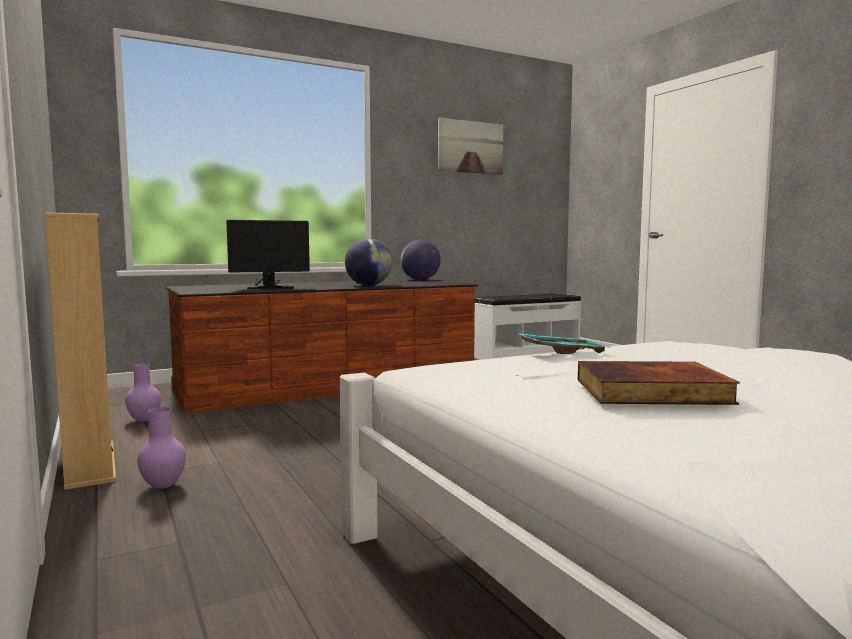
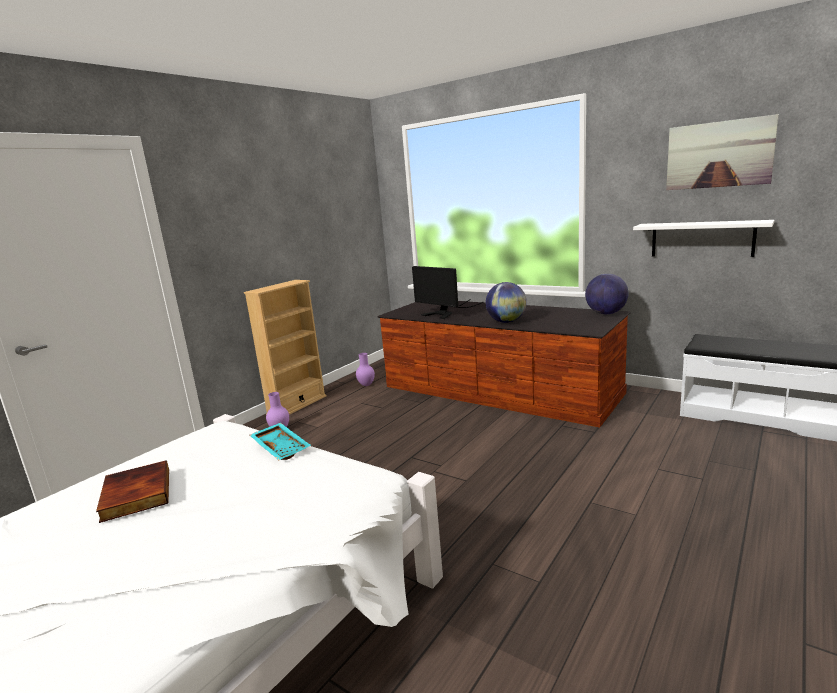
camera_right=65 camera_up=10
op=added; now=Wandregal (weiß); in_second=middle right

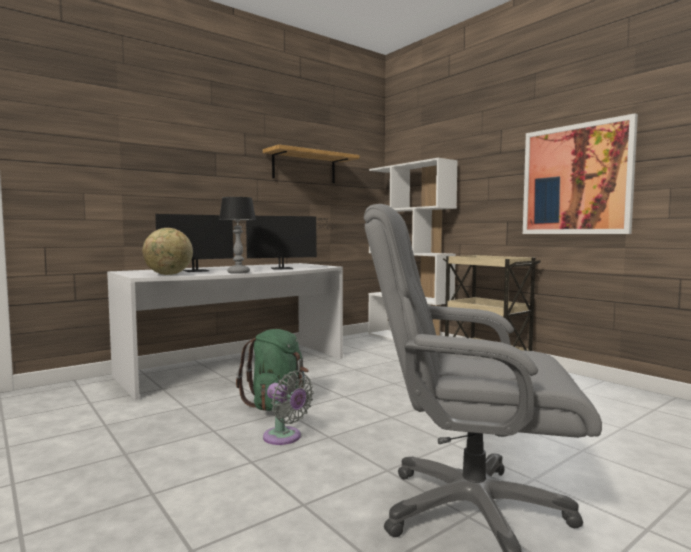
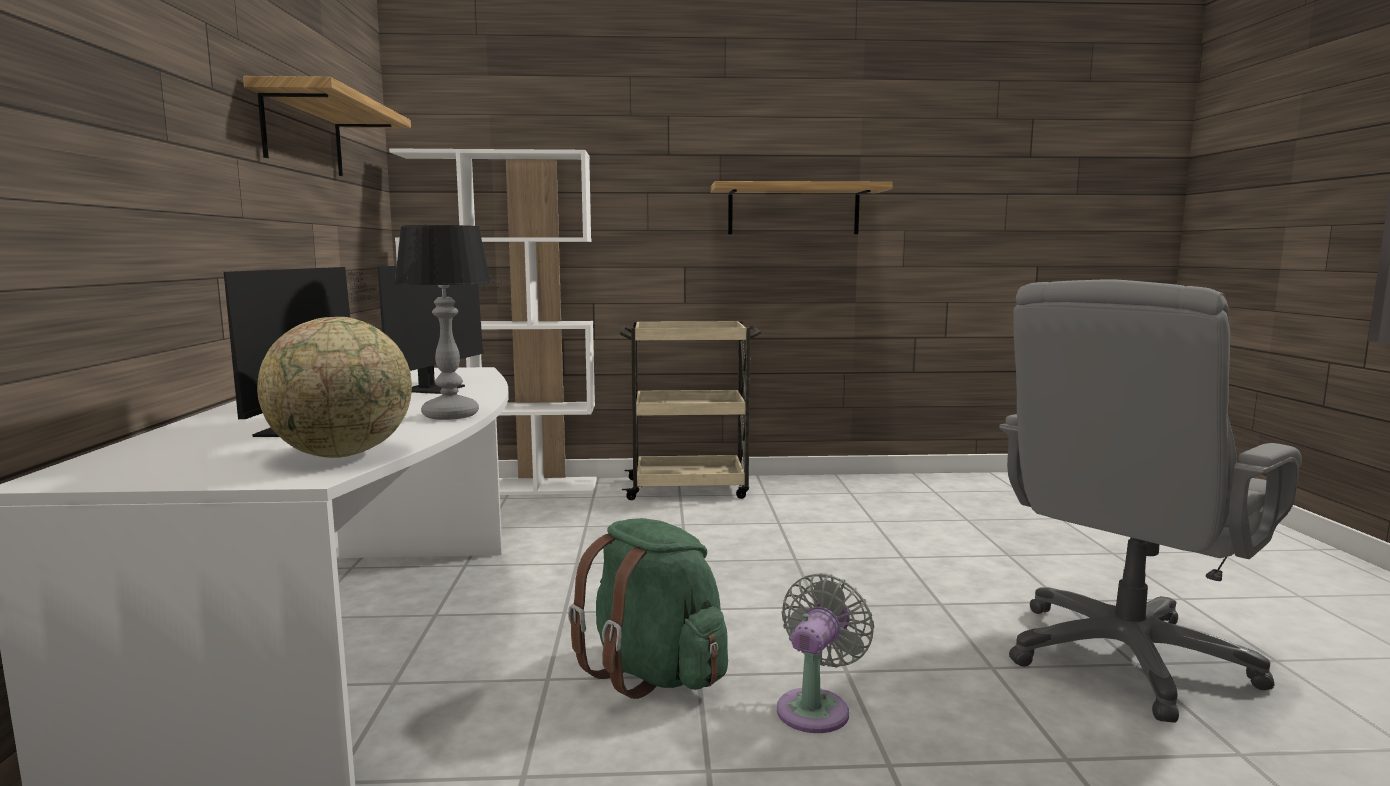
camera_right=-55 camera_up=5
op=replaced; was=Bild; now=Wandregal (2nd from left); in_first=top right; in_second=top centre
op=turned; was=Ventilator (grau); in_first=bottom centre; in_second=bottom centre; clockwise=-45

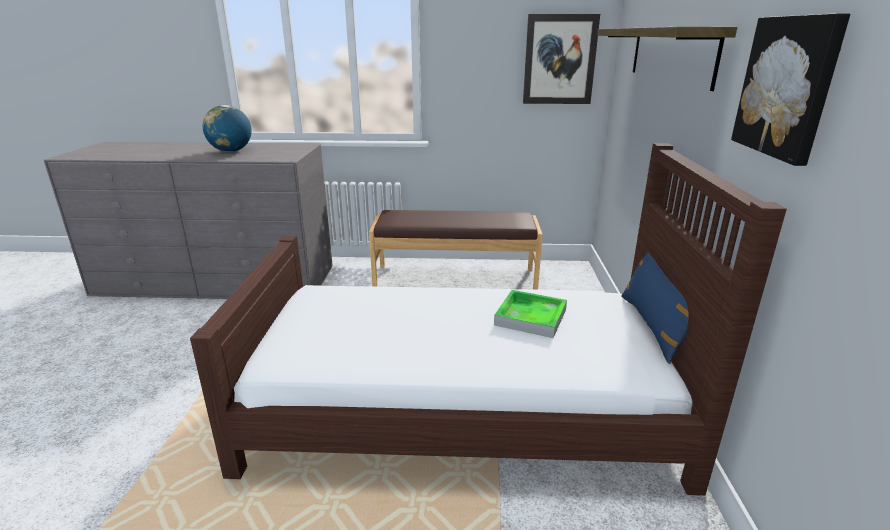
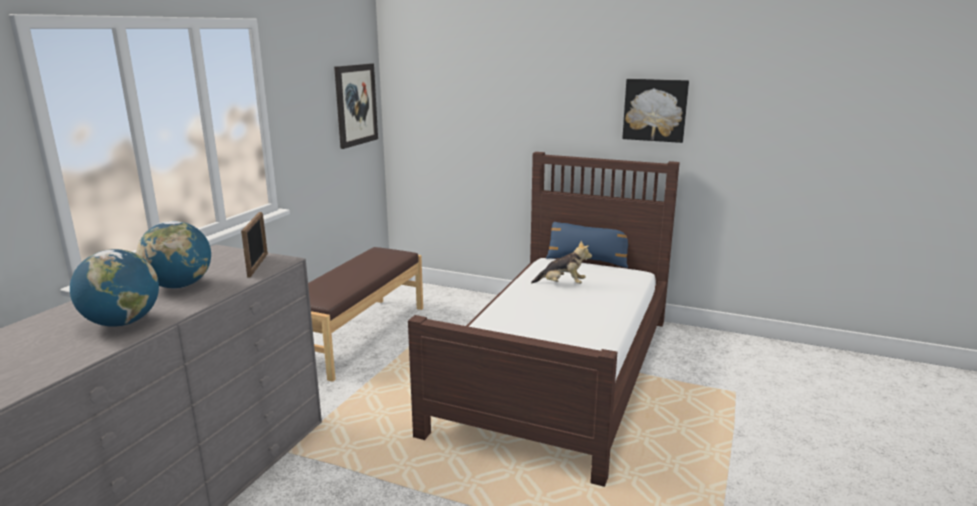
camera_right=-70 camera_up=-5
op=added; now=Globus (1st from left); in_second=middle left
op=added; now=Bilderrahmen; in_second=middle left
op=replaced; was=Tablett; now=Plüschtier; in_first=centre; in_second=centre
op=removed; was=Wandregal; in_first=top right

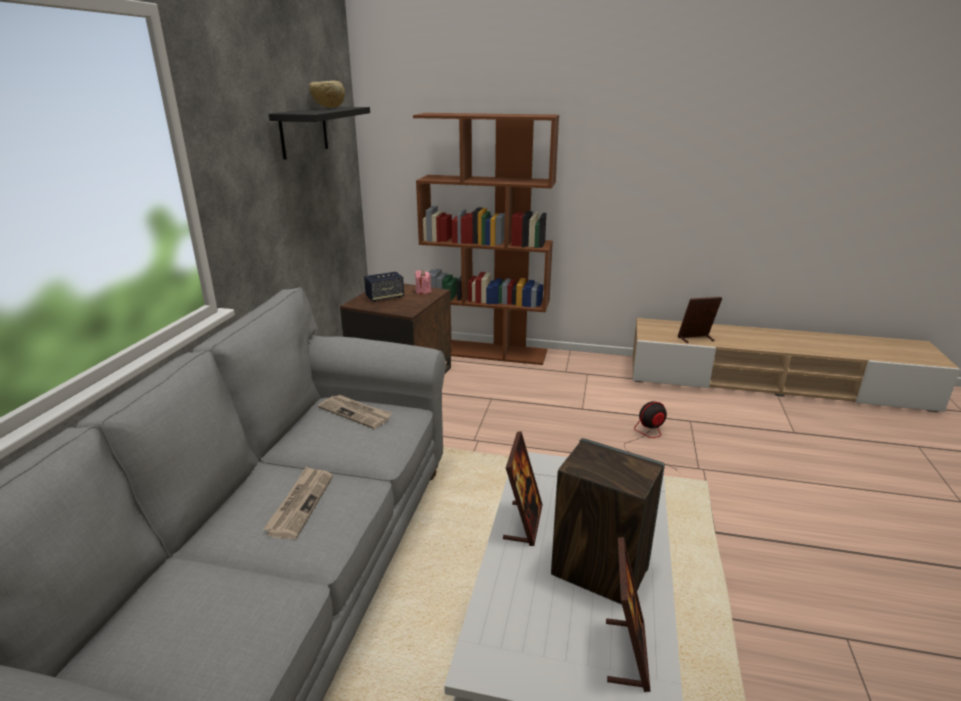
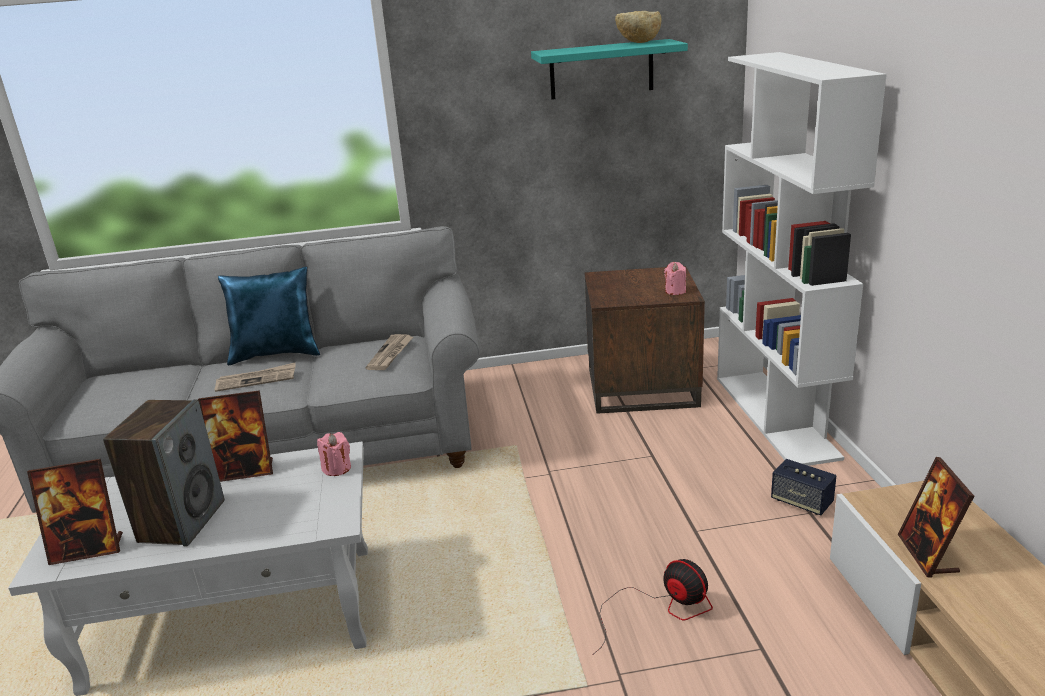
camera_right=70 camera_up=0
op=added; now=Kissen (blau); in_second=middle left
op=added; now=Kerze (rosa) (1st from left); in_second=middle left
op=recoloured; was=Wandregal (schwarz); now=Wandregal (türkis); in_first=top left; in_second=top centre
op=recoloured; was=Bücherregal (braun); now=Bücherregal (weiß); in_first=centre; in_second=middle right
op=moved; was=Lautsprecher (1st from left in the first image); now=Lautsprecher (2nd from left); in_first=centre; in_second=bottom right
op=turned; was=Bilderrahmen (3rd from left); in_first=middle right; in_second=bottom right; clockwise=-150

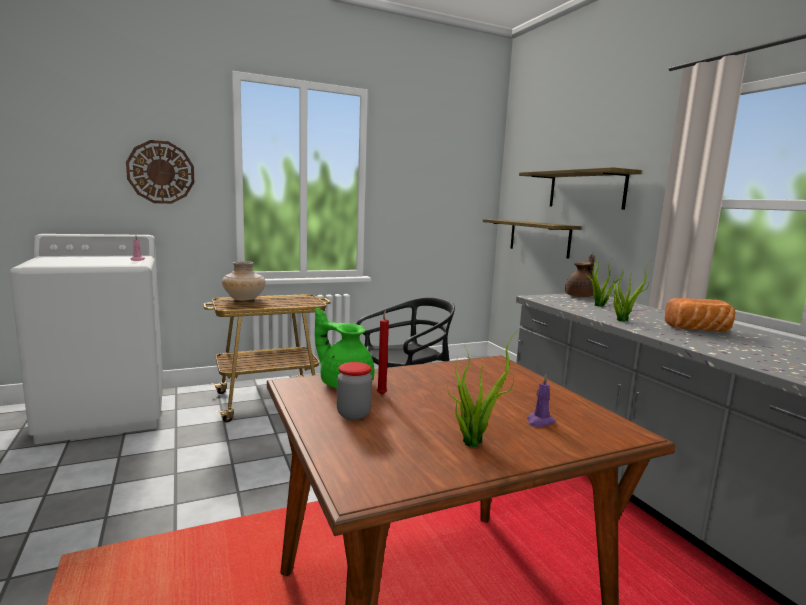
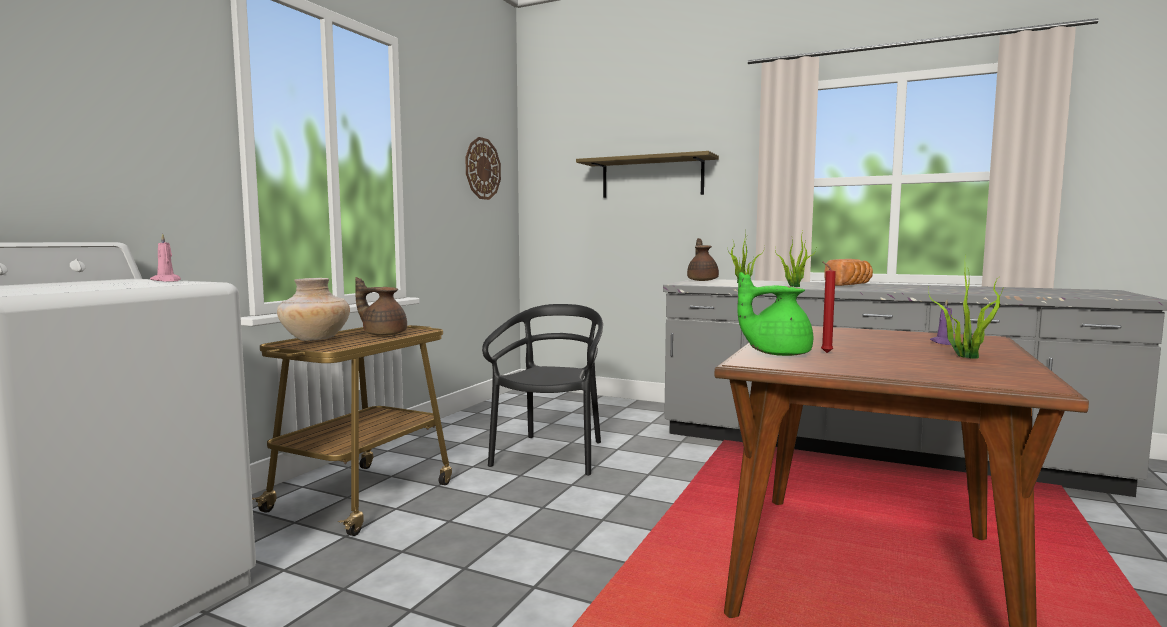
camera_right=-40 camera_up=-5
op=added; now=Teekanne (braun) (1st from left); in_second=middle left
op=moved; was=Wanduhr; in_first=top left; in_second=top centre
op=removed; was=Vorratsglas; in_first=centre
op=removed; was=Wandregal (1st from left); in_first=centre

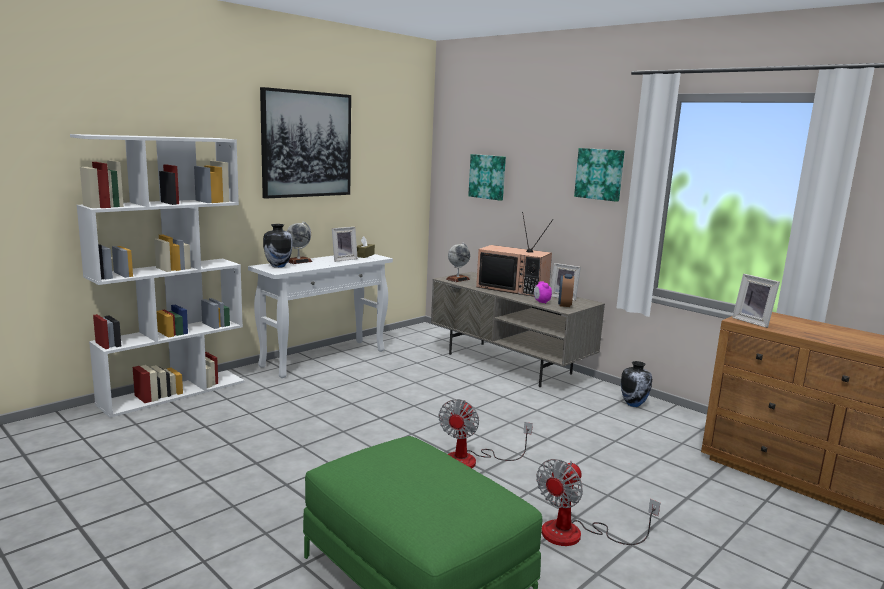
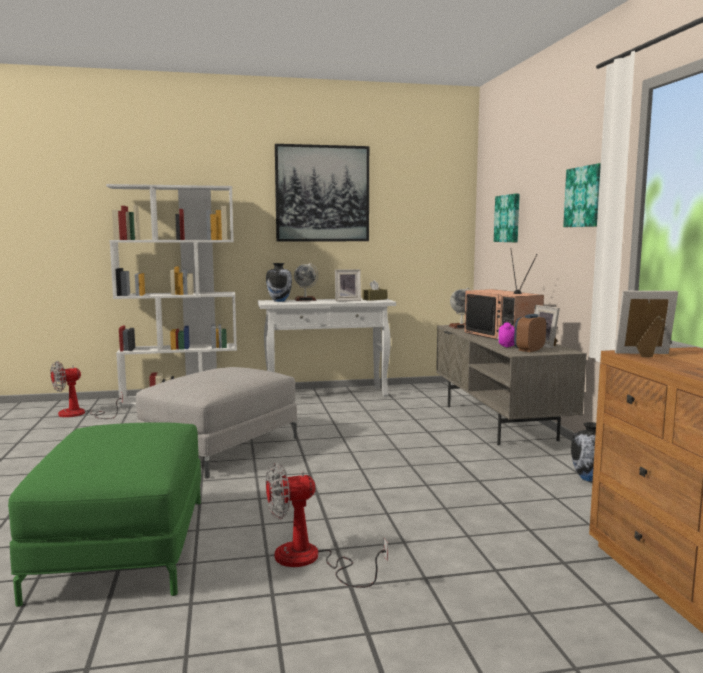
camera_right=35 camera_up=-5
op=moved; was=Ventilator (1st from left); in_first=bottom centre; in_second=middle left
op=added; now=Polsterhocker (grau); in_second=middle left
op=turned; was=Bilderrahmen (3rd from left); in_first=middle right; in_second=middle right; clockwise=90

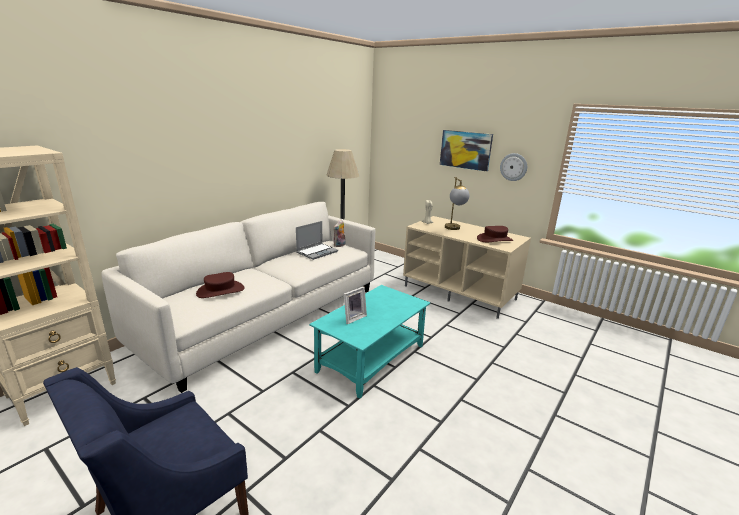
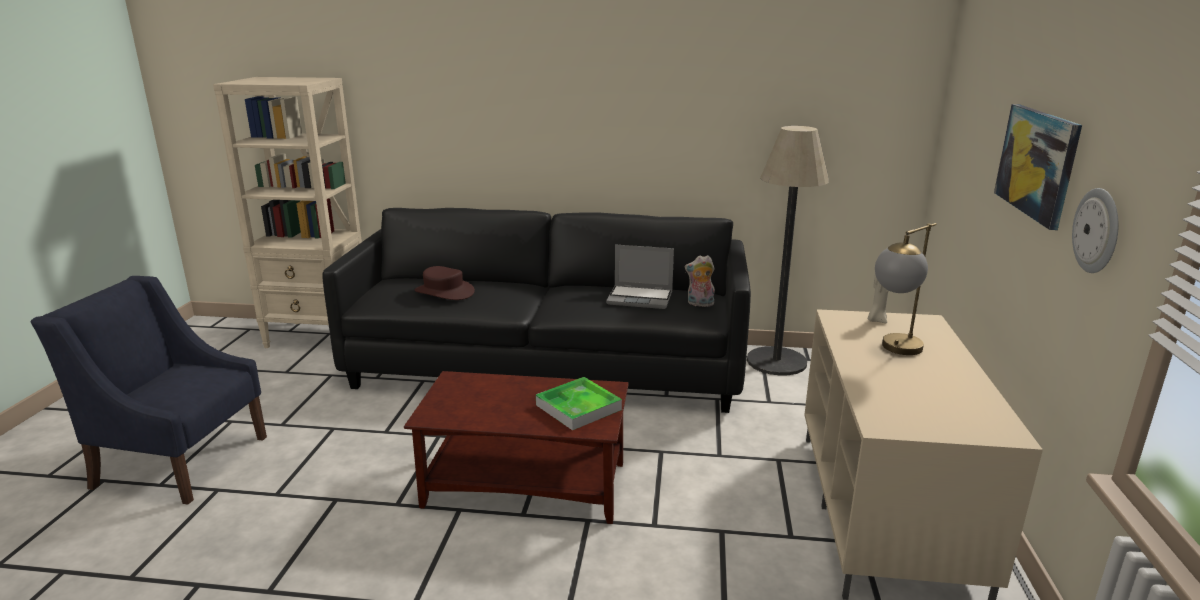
camera_right=60 camera_up=0
op=recoloured; was=Sofa (weiß); now=Sofa (schwarz); in_first=middle left; in_second=centre
op=recoloured; was=Couchtisch (türkis); now=Couchtisch (braun); in_first=centre; in_second=bottom centre
op=added; now=Tablett; in_second=bottom centre
op=removed; was=Bilderrahmen; in_first=centre
op=removed; was=Hut (braun) (2nd from left); in_first=middle right

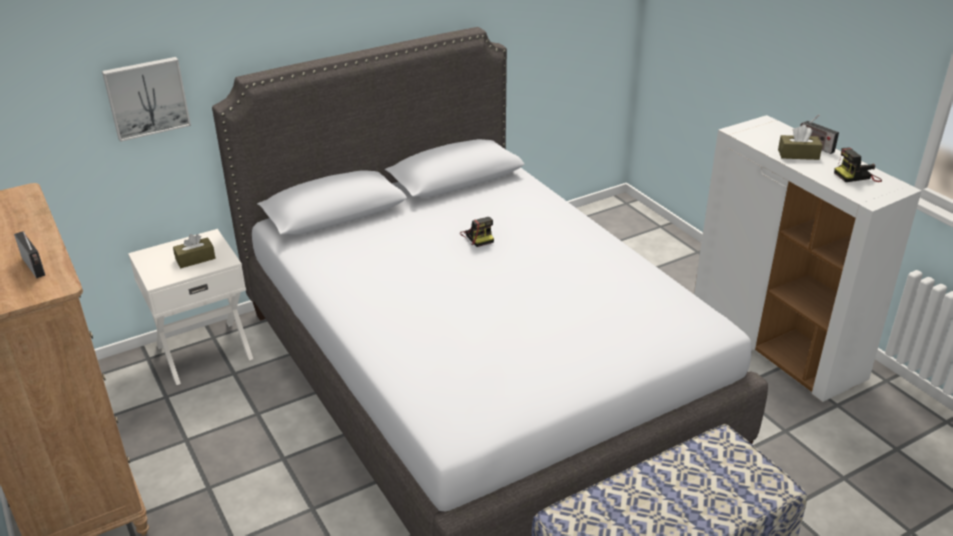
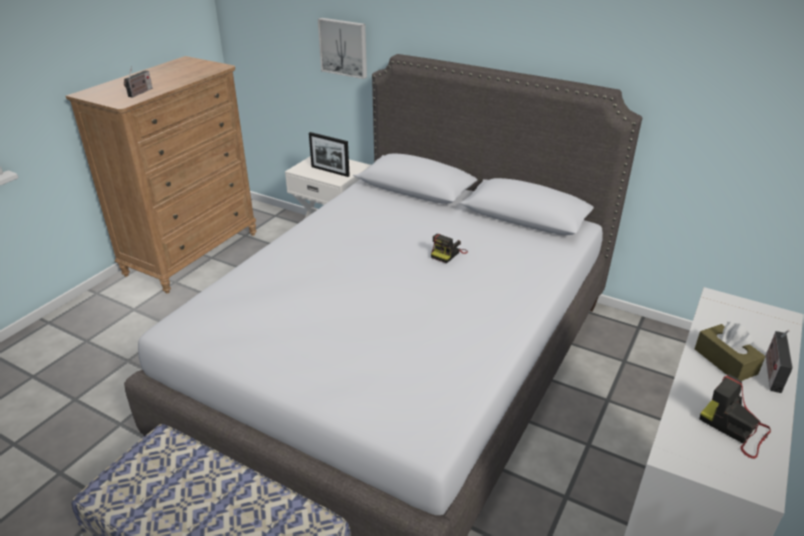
camera_right=60 camera_up=0
op=replaced; was=Taschentuchbox (braun) (1st from left); now=Bilderrahmen; in_first=middle left; in_second=top centre

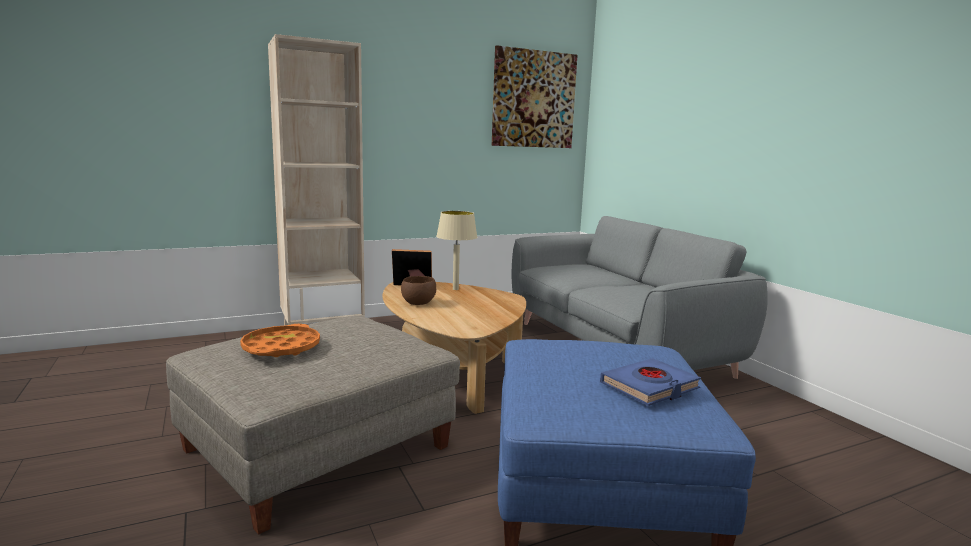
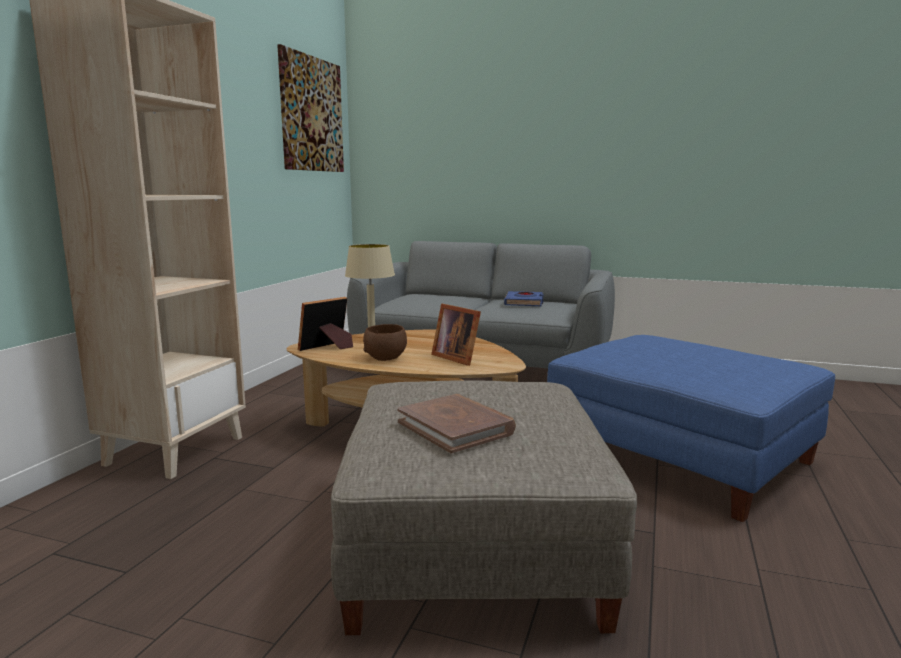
camera_right=-45 camera_up=0
op=replaced; was=Tablett (orange); now=Buch (braun); in_first=middle left; in_second=centre
op=added; now=Bilderrahmen (2nd from left); in_second=centre
op=moved; was=Buch (blau); in_first=bottom right; in_second=centre

